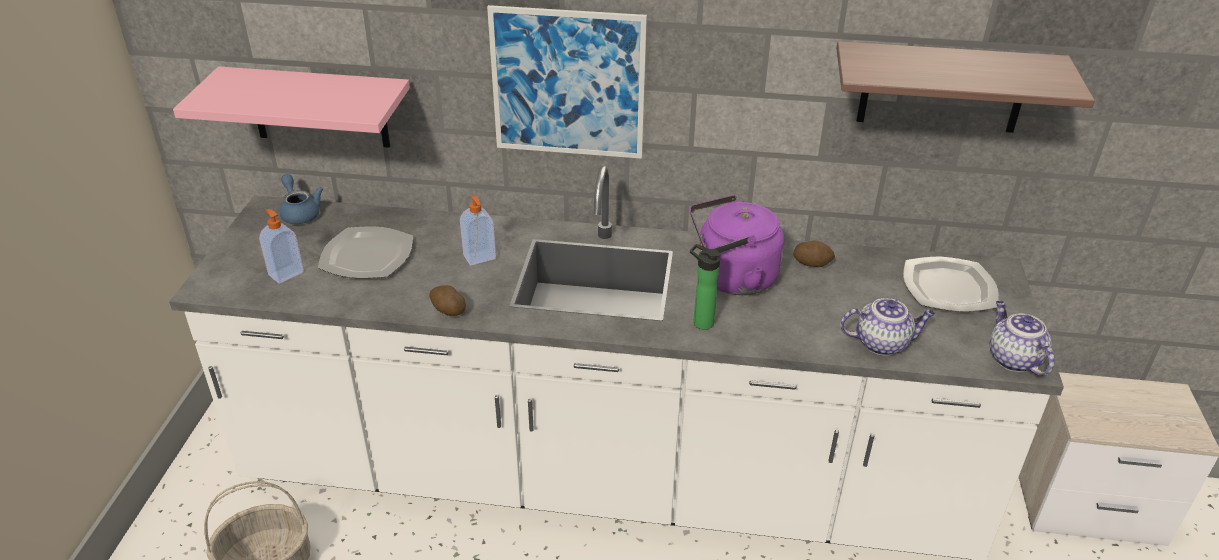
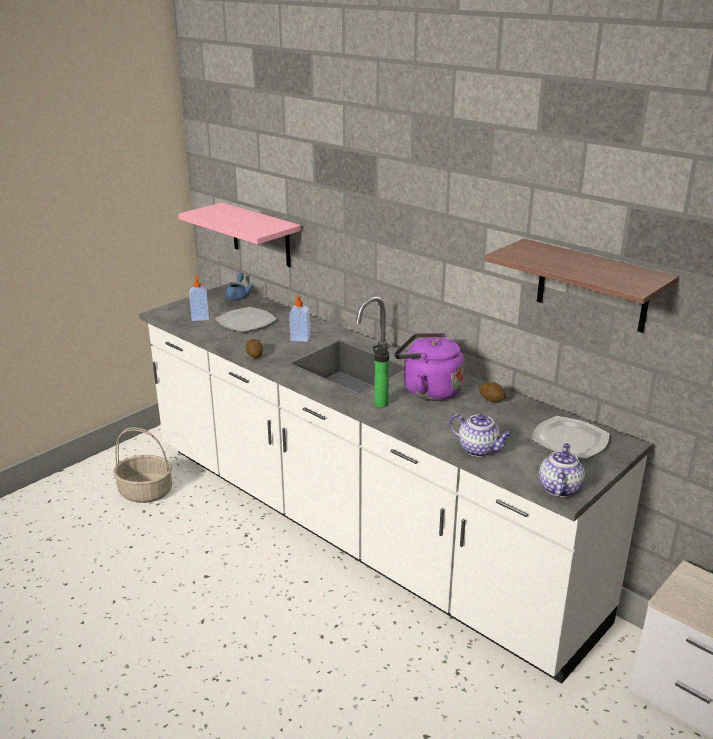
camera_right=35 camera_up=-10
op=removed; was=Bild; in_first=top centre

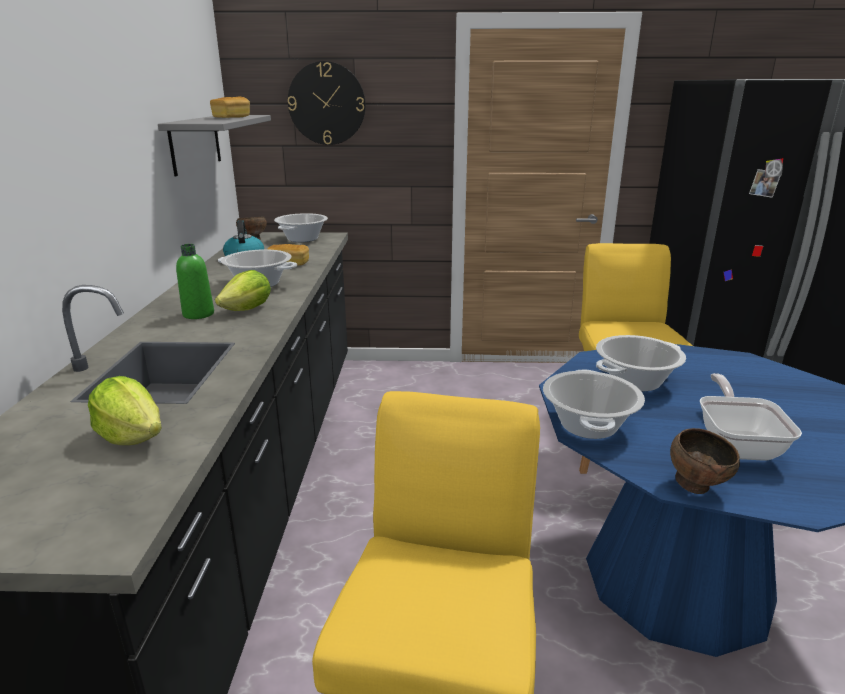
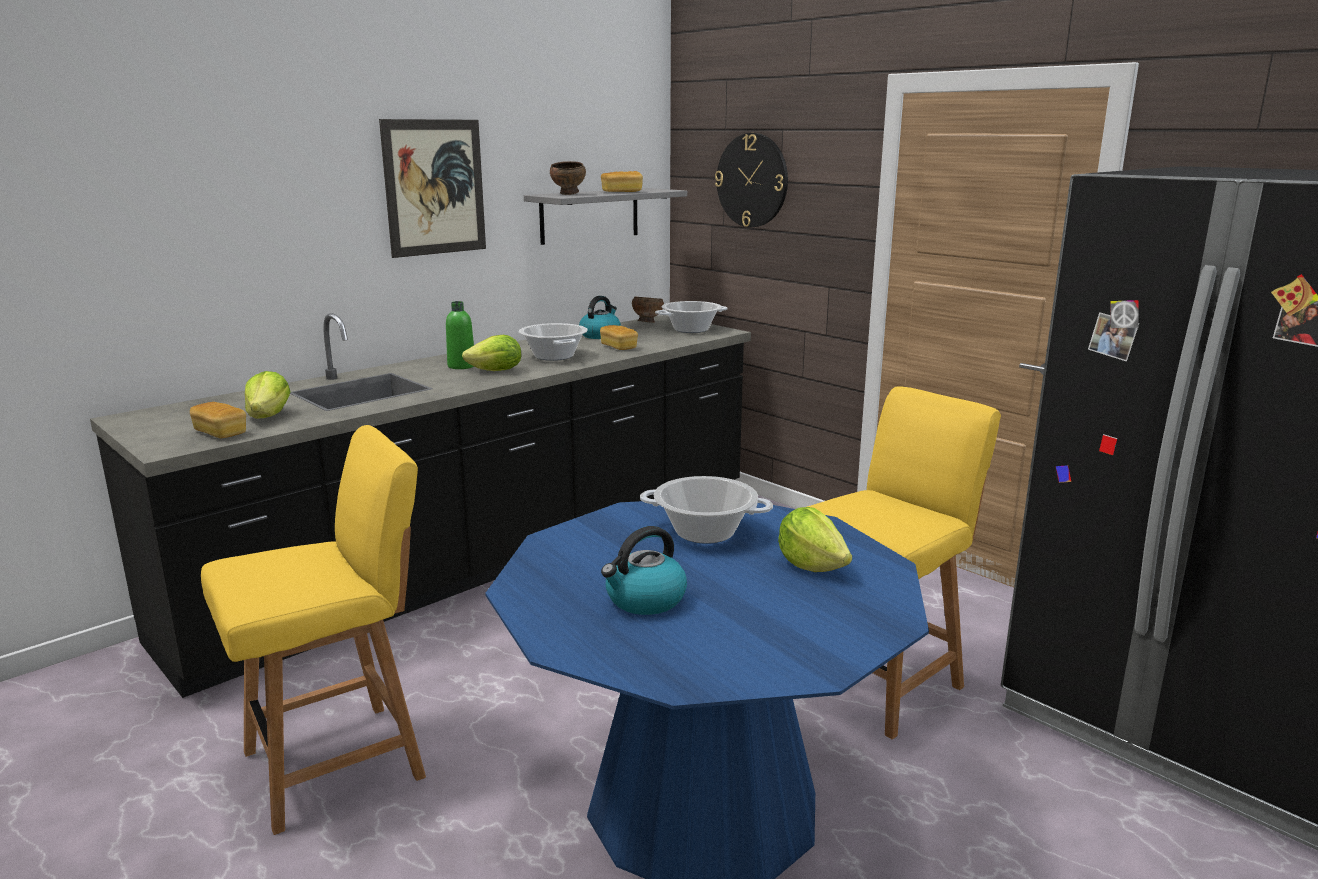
camera_right=45 camera_up=-5
op=added; now=Brot (1st from left); in_second=middle left
op=added; now=Bild; in_second=top left
op=moved; was=Schüssel (braun) (2nd from left in the first image); now=Schüssel (braun) (1st from left); in_first=middle right; in_second=top centre
op=replaced; was=Pfanne; now=Wasserkessel (2nd from left); in_first=middle right; in_second=centre
op=added; now=Salatkopf (3rd from left); in_second=centre
op=removed; was=Kochtopf (3rd from left); in_first=middle right

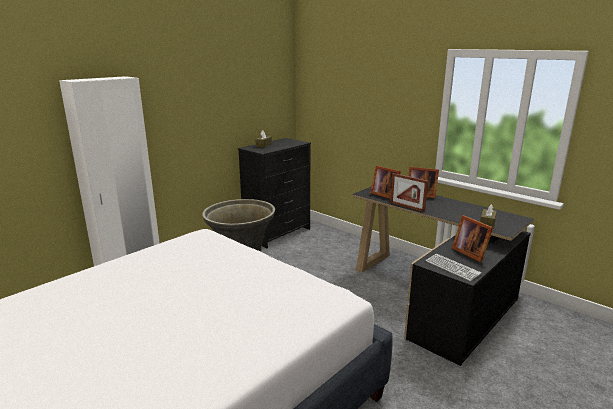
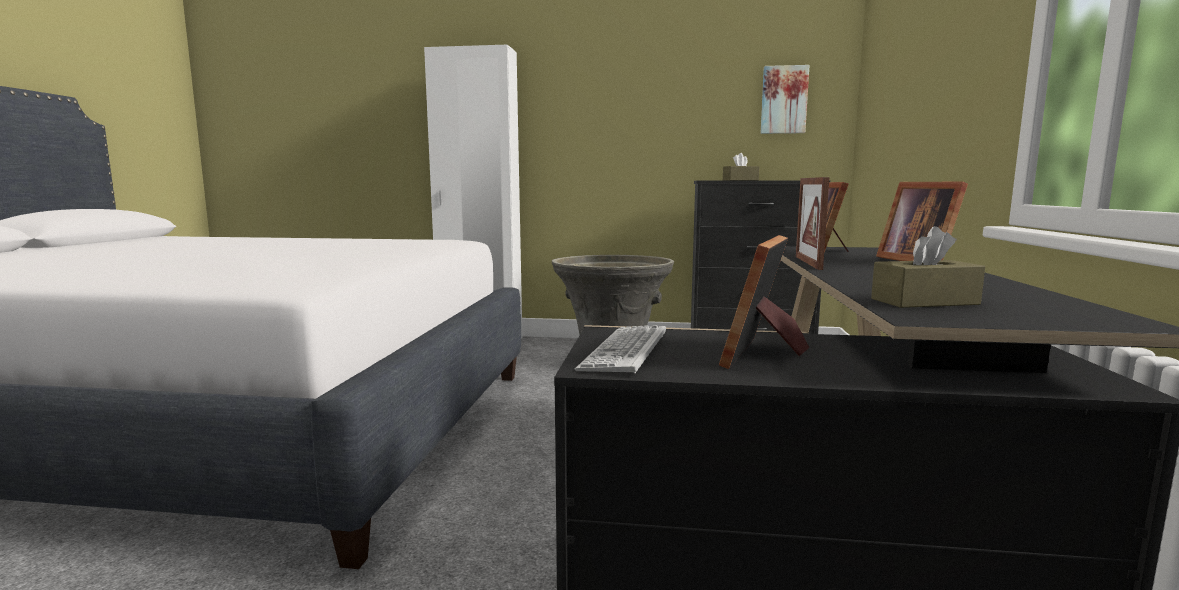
camera_right=55 camera_up=-10
op=added; now=Bild; in_second=top centre

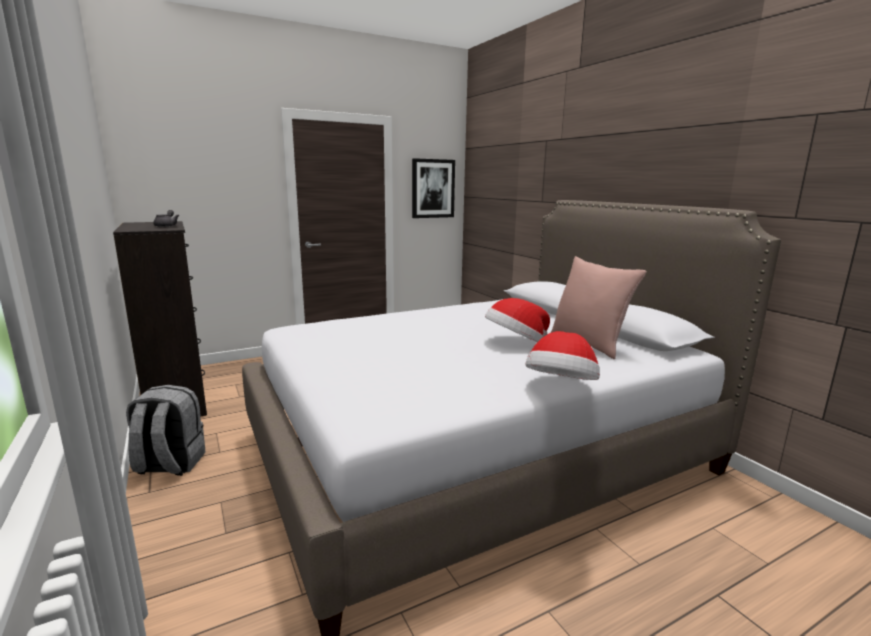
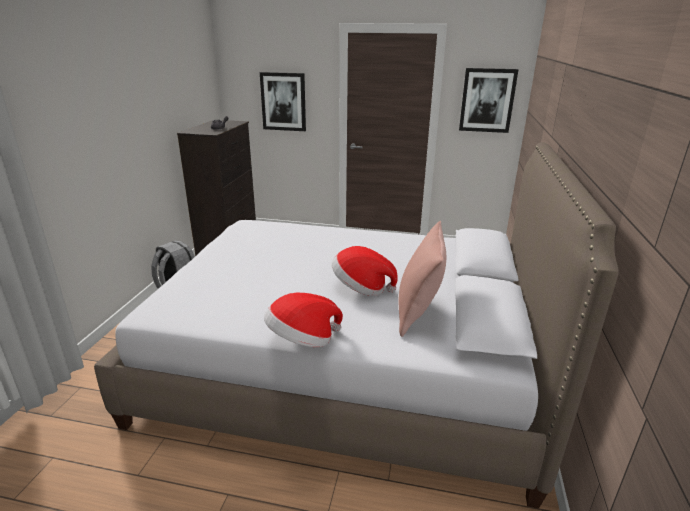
camera_right=40 camera_up=10
op=added; now=Bild (1st from left); in_second=top centre

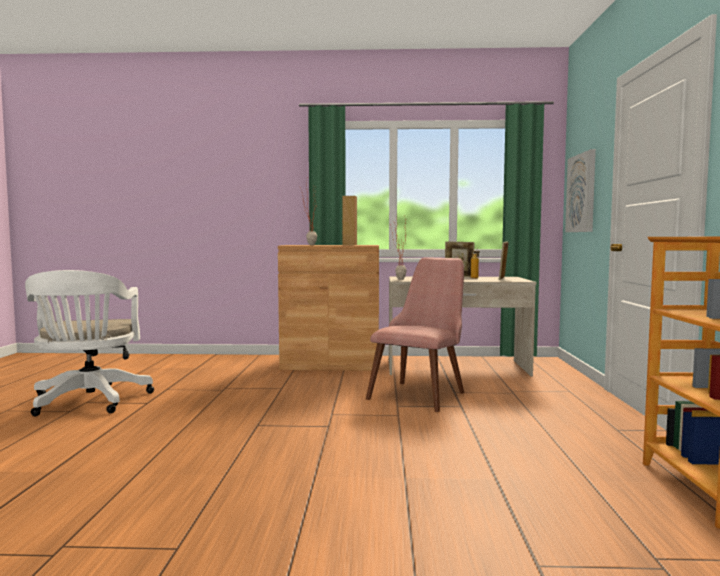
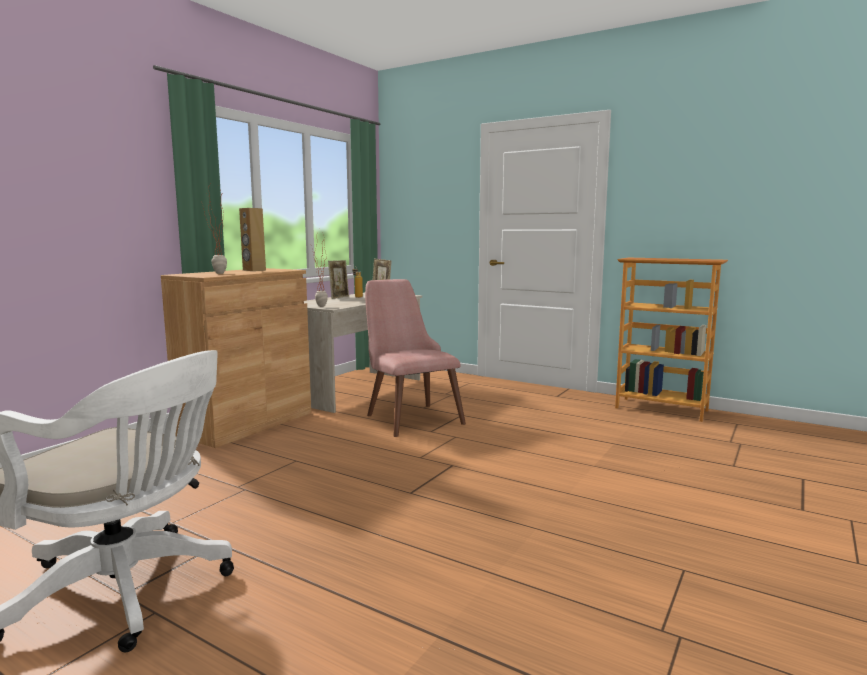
camera_right=-60 camera_up=5
op=removed; was=Bild; in_first=top right

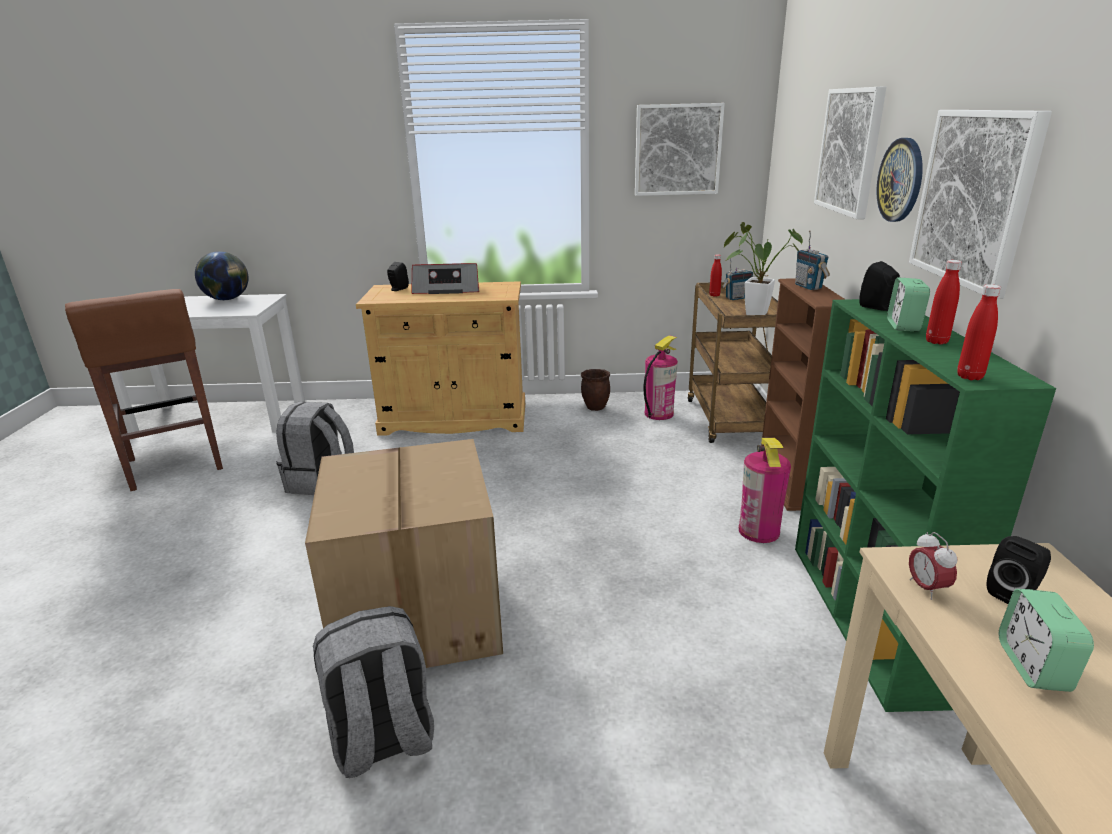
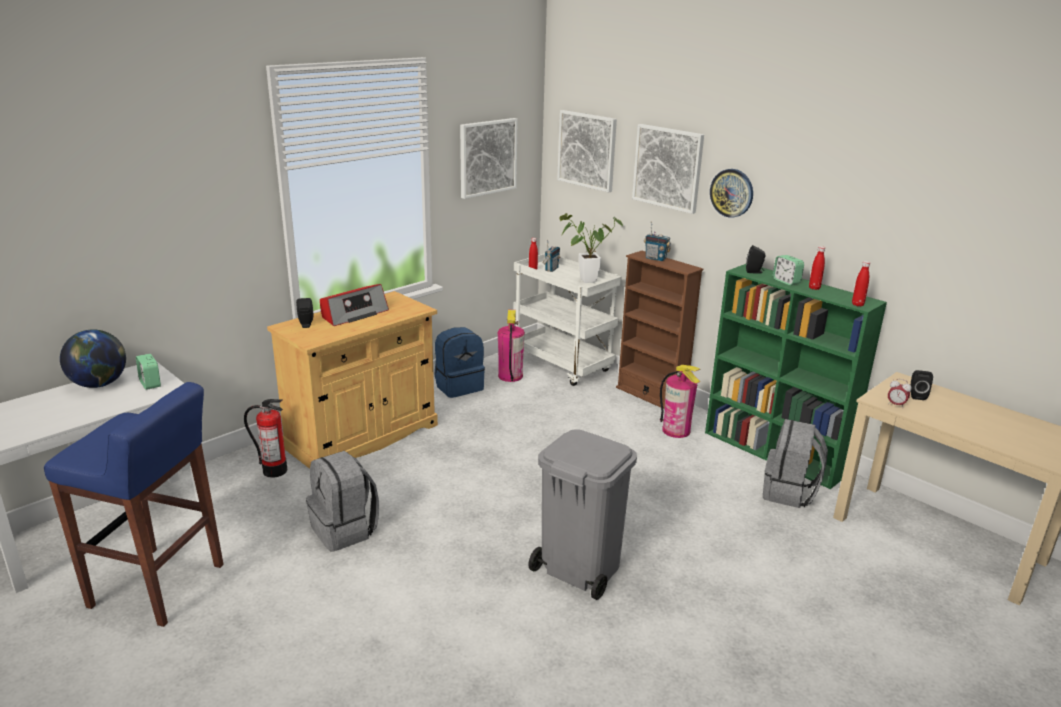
camera_right=-45 camera_up=0
op=recoloured; was=Hocker (braun); now=Hocker (blau); in_first=middle left; in_second=bottom left
op=moved; was=Wecker (3rd from left in the first image); now=Wecker (1st from left); in_first=bottom right; in_second=middle left
op=added; now=Feuerlöscher (1st from left); in_second=middle left
op=replaced; was=Pflanzkübel (braun); now=Rucksack (blau); in_first=centre; in_second=centre
op=recoloured; was=Rollwagen (braun); now=Rollwagen (weiß); in_first=centre; in_second=centre
op=replaced; was=Karton; now=Mülleimer (grau); in_first=centre; in_second=bottom centre
op=moved; was=Bild (3rd from left in the first image); now=Bild (2nd from left); in_first=top right; in_second=top centre
op=moved; was=Rucksack (grau) (2nd from left); in_first=bottom centre; in_second=middle right

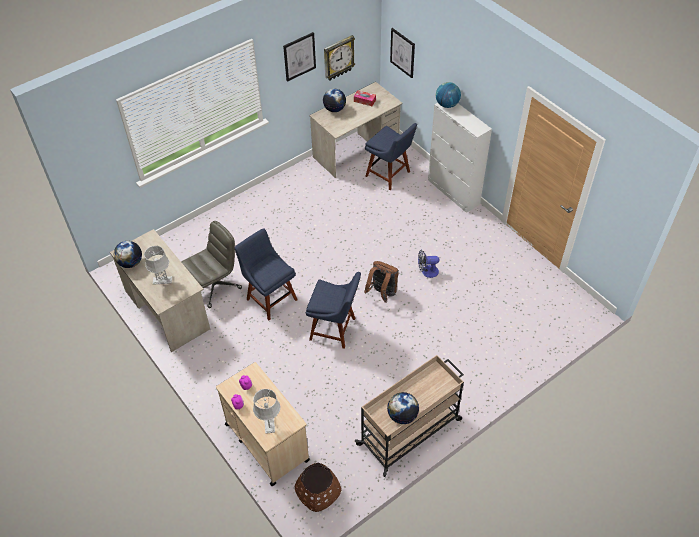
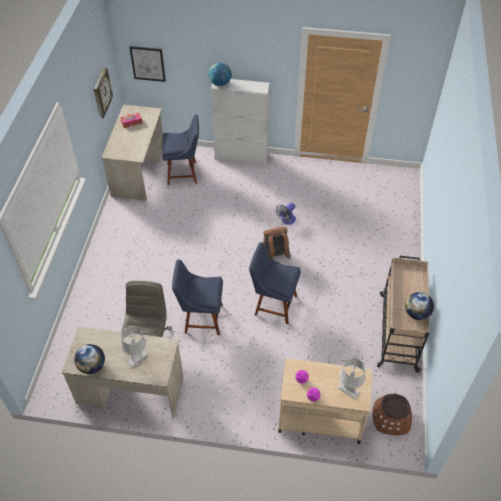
camera_right=-45 camera_up=0
op=turned; was=Stuhl (blau) (2nd from left in the first image); in_first=centre; in_second=centre; clockwise=-135
op=removed; was=Bild (1st from left); in_first=top centre
op=removed; was=Globus (2nd from left); in_first=top centre

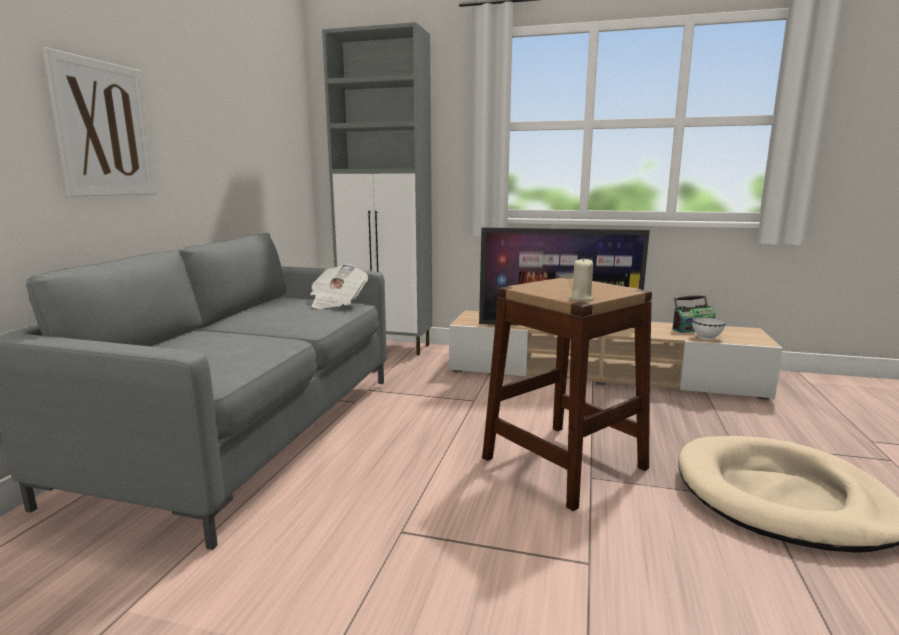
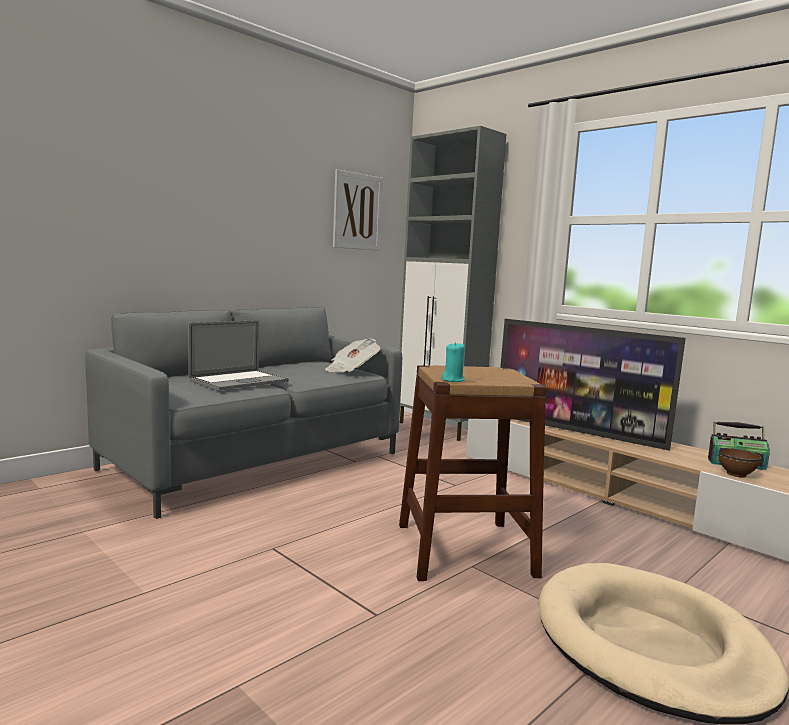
camera_right=30 camera_up=-5
op=added; now=Laptop; in_second=middle left
op=moved; was=Bild; in_first=top left; in_second=top centre
op=recoloured; was=Kerze (beige); now=Kerze (türkis); in_first=centre; in_second=centre
op=recoloured; was=Schüssel (weiß); now=Schüssel (braun); in_first=middle right; in_second=middle right

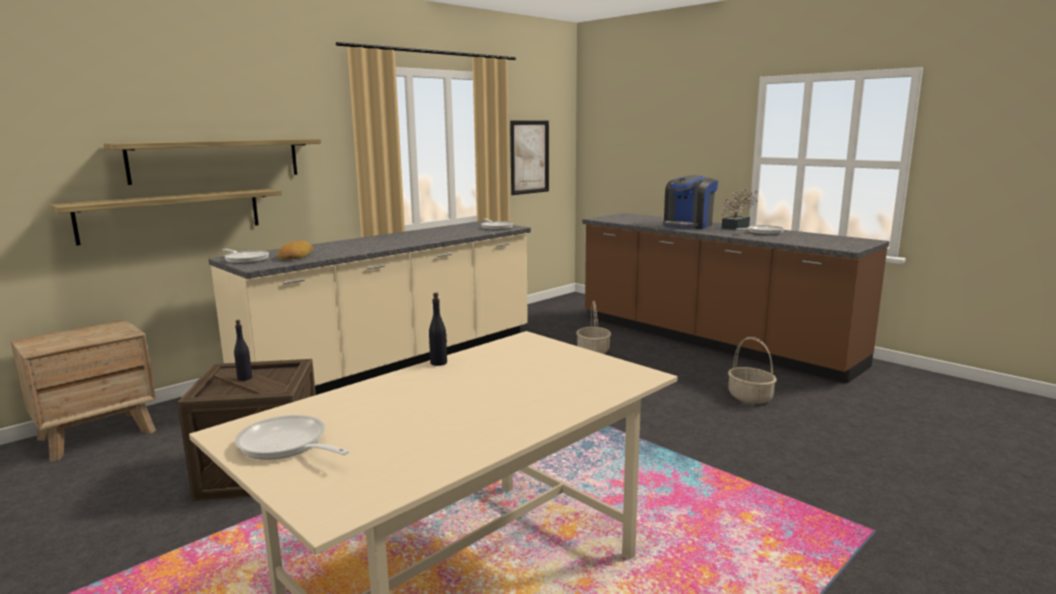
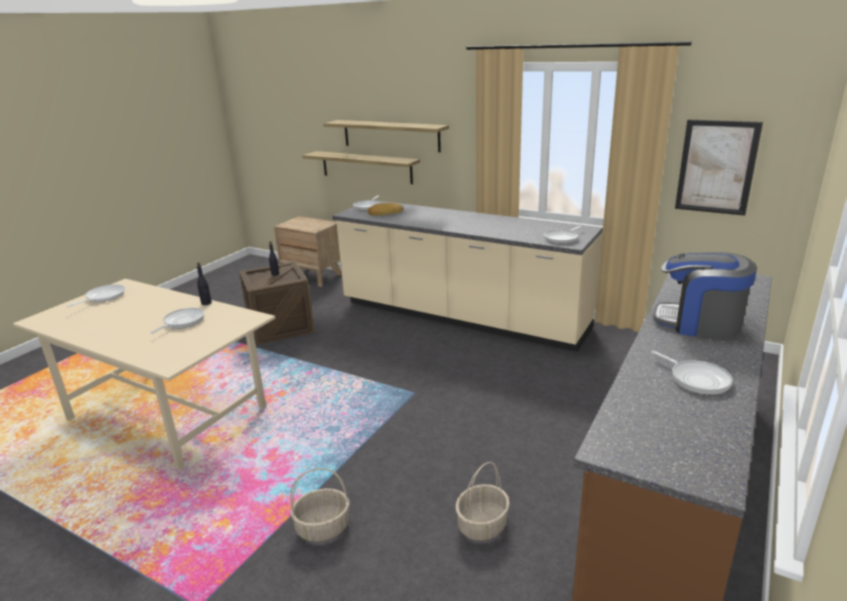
camera_right=75 camera_up=10
op=added; now=Pfanne (2nd from left); in_second=middle left
op=moved; was=Korb (1st from left); in_first=centre; in_second=bottom centre
op=removed; was=Topfpflanze; in_first=middle right

